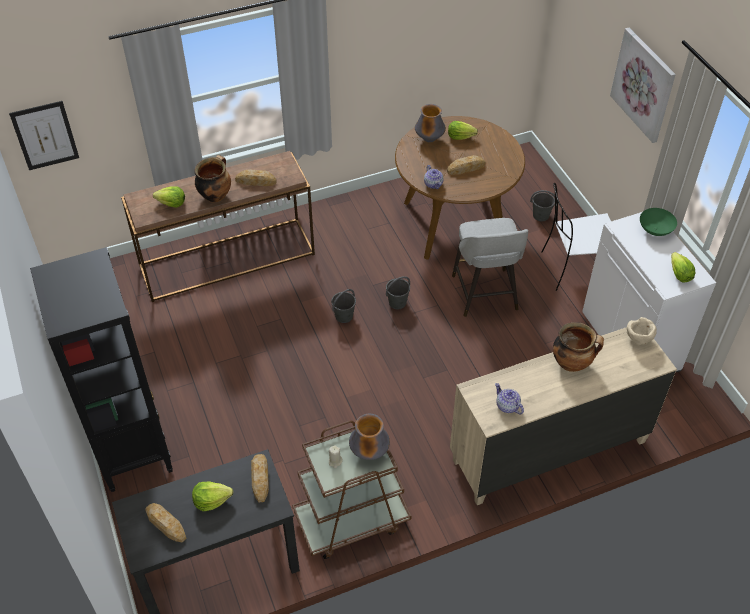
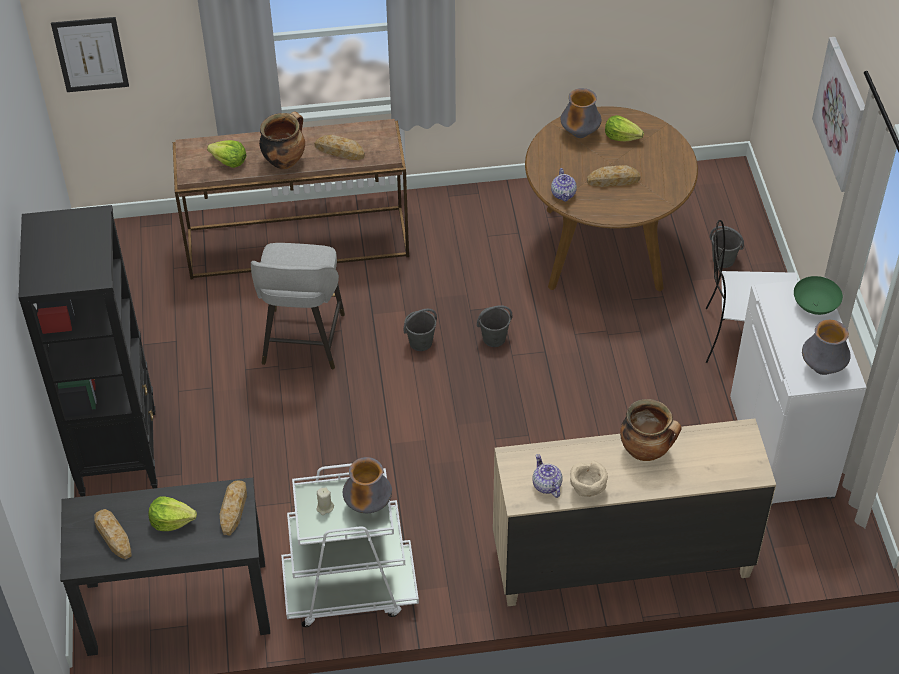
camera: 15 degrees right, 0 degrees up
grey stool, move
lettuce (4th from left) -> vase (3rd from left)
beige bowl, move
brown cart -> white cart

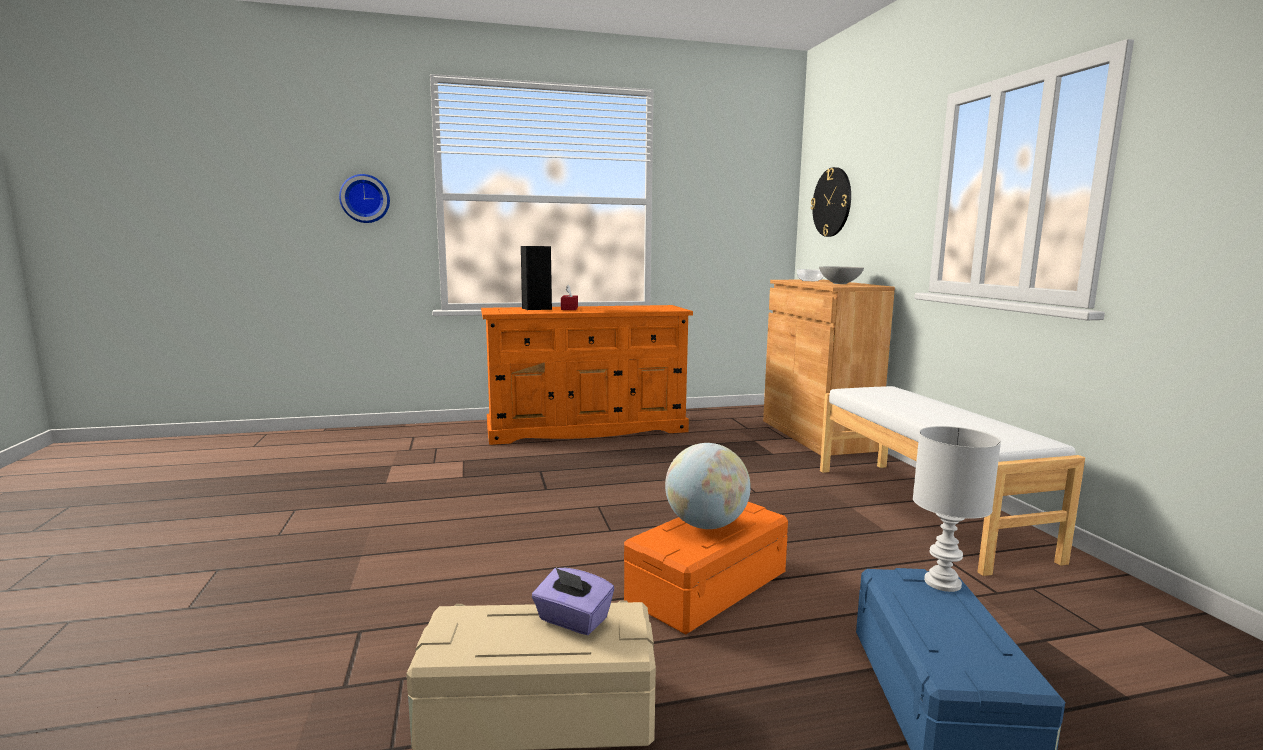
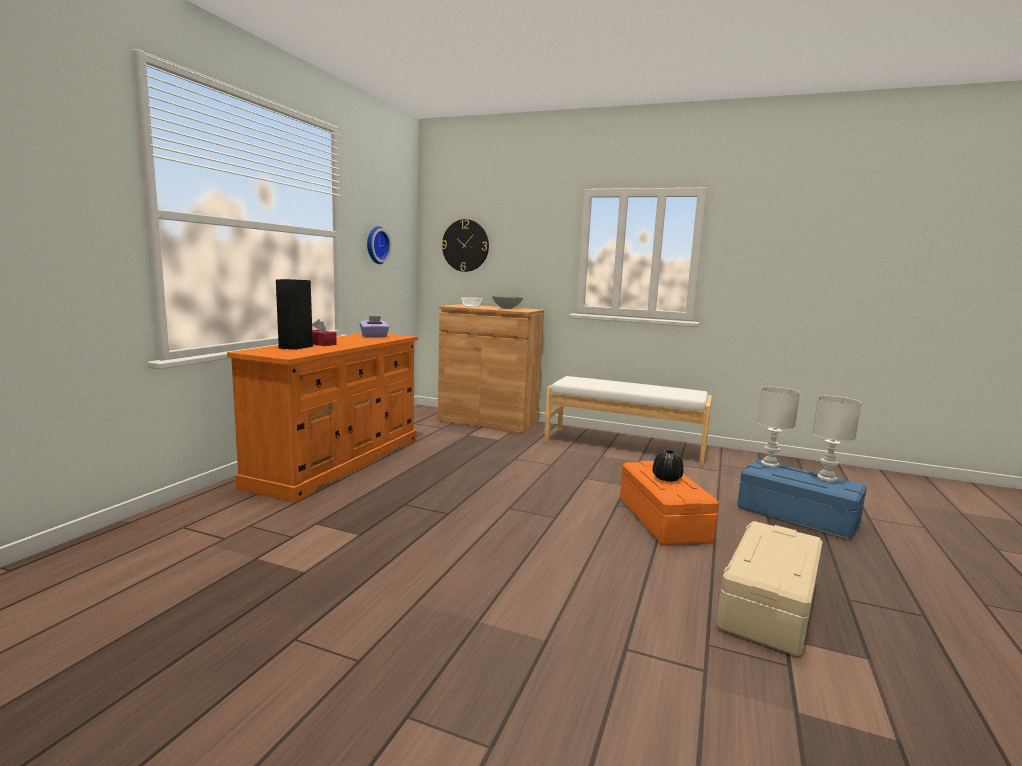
camera: 55 degrees left, 0 degrees up
wall clock (1st from left), move
globe -> black vase
purple tissue box, move
none -> white table lamp (2nd from left)

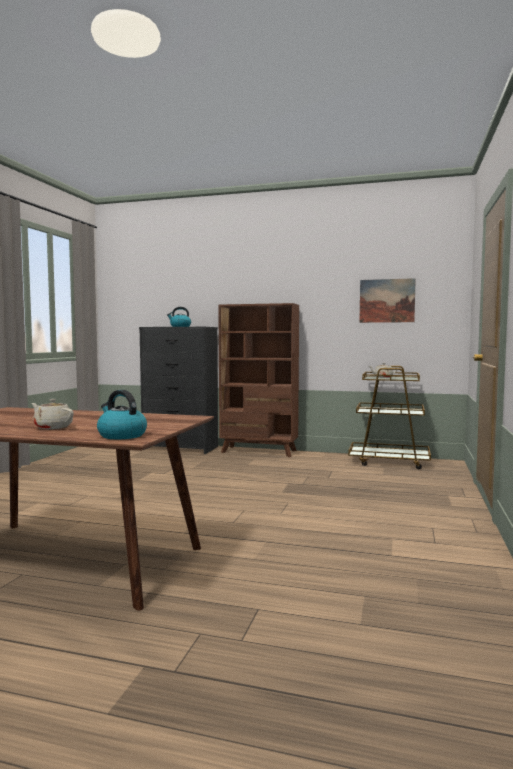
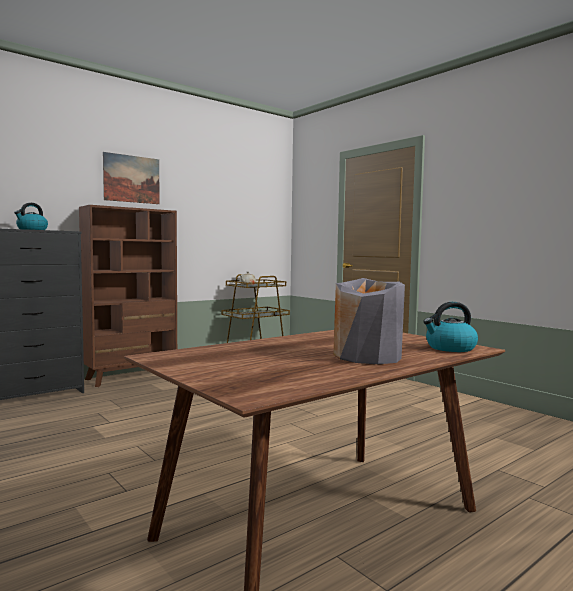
camera: 55 degrees left, 0 degrees up
picture, move
beige teapot (1st from left) -> grey vase

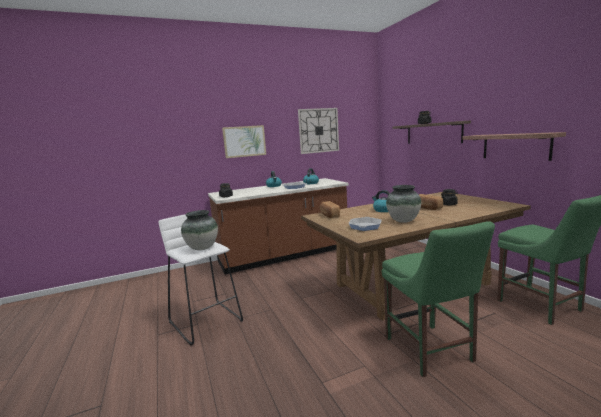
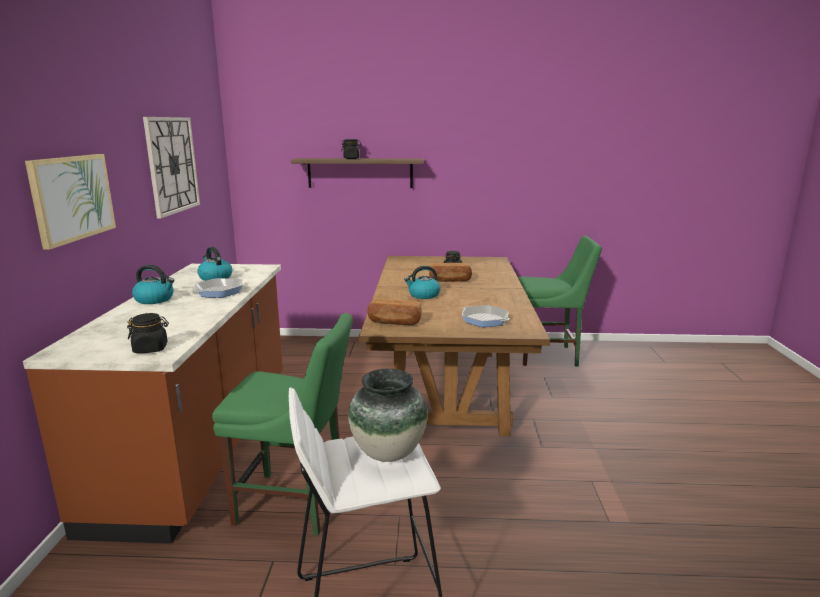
camera: 65 degrees left, 5 degrees up
shelf (2nd from left) -> none
vase (2nd from left) -> none
green chair (1st from left), move

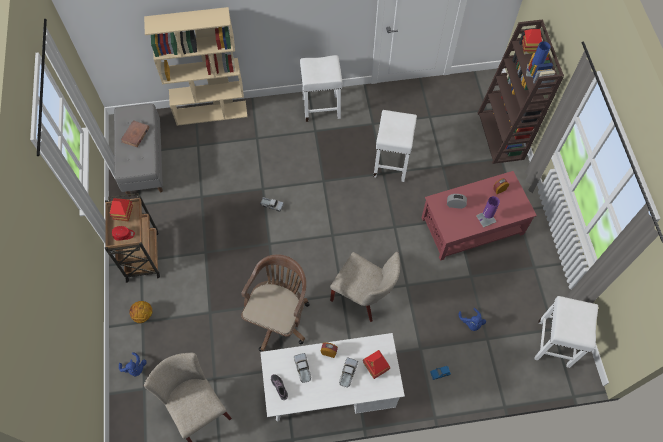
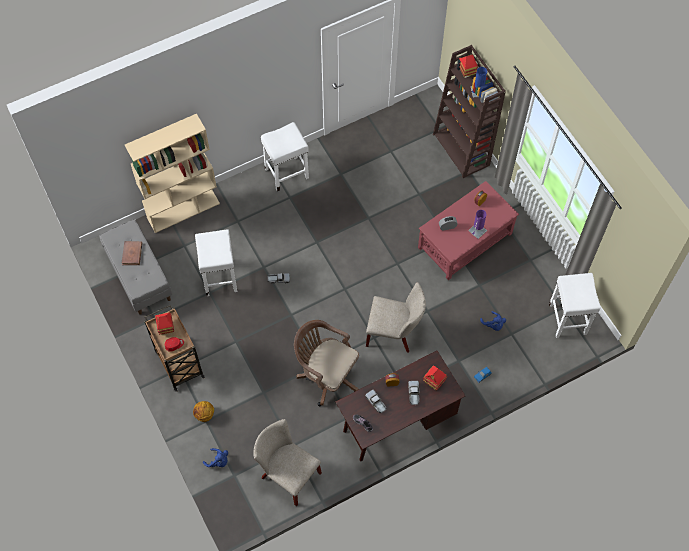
camera: 20 degrees left, 0 degrees up
white stool (2nd from left in the first image) -> white stool (1st from left), move
brown office chair, 60 degrees counterclockwise
white desk -> brown desk

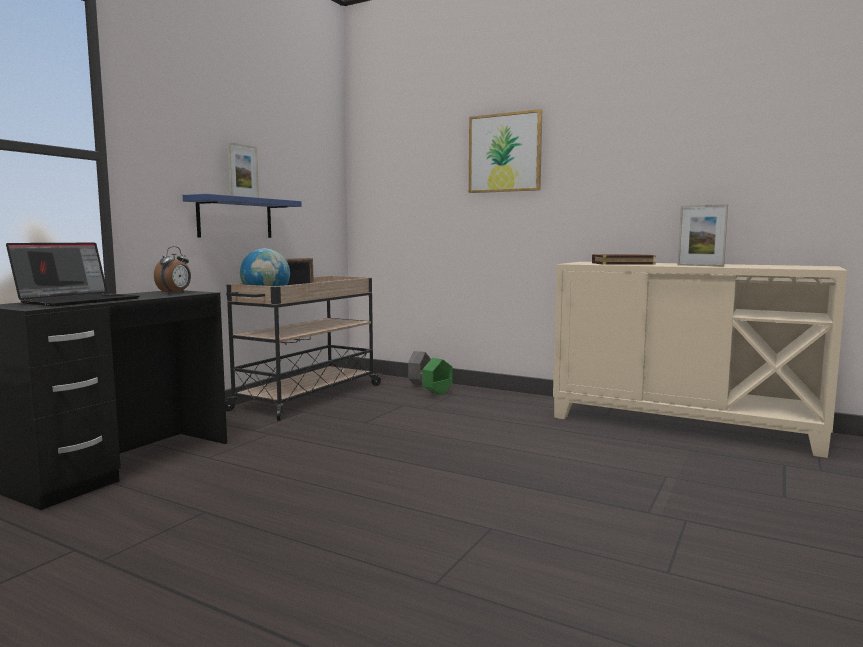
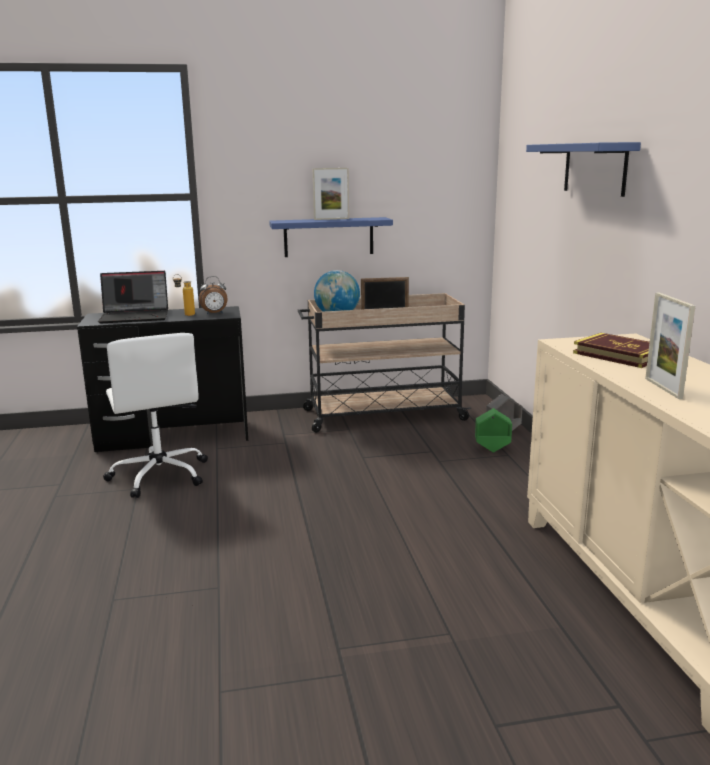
camera: 50 degrees right, 10 degrees up
picture -> blue shelf (2nd from left)
none -> bottle
none -> white office chair

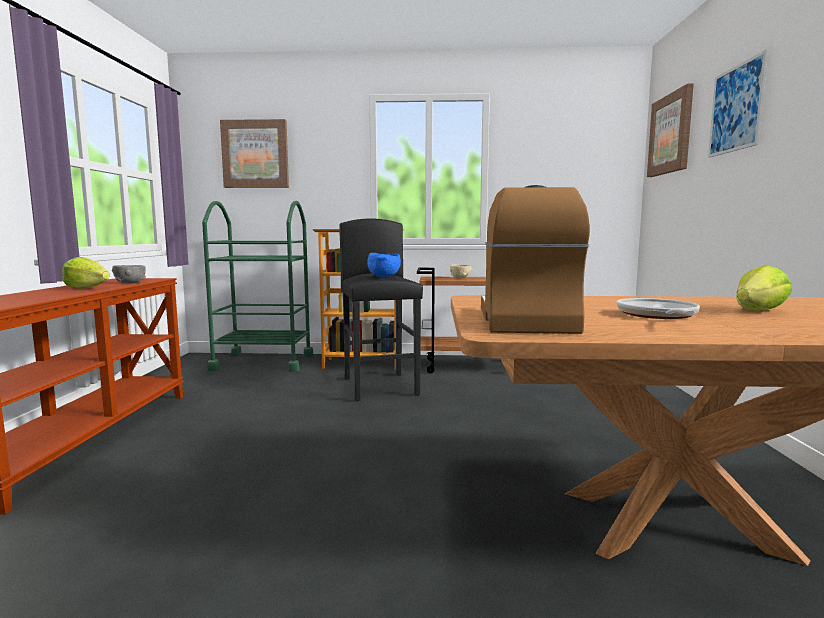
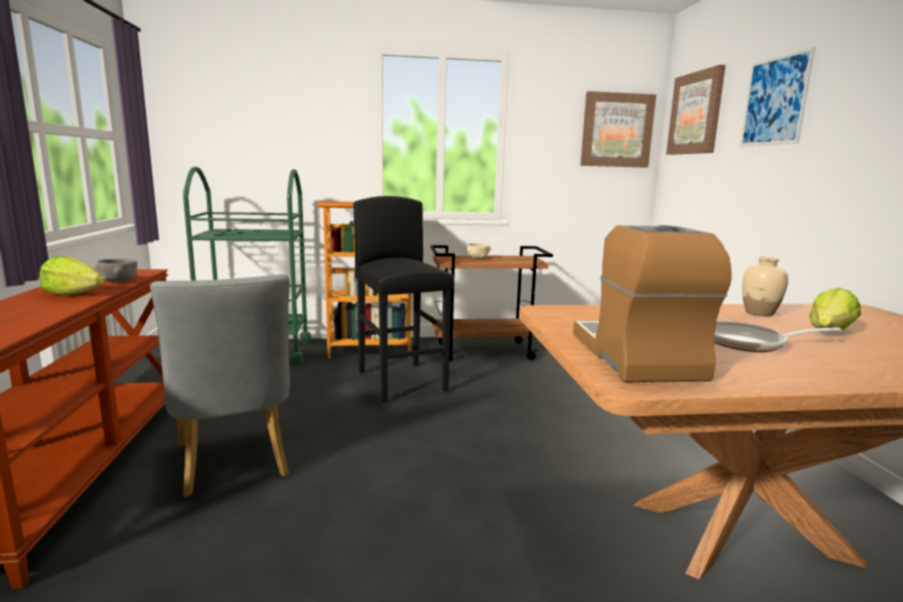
camera: 10 degrees left, 5 degrees up
picture (1st from left), move
blue bowl -> none
frying pan, 90 degrees counterclockwise
none -> beige vase
none -> grey chair

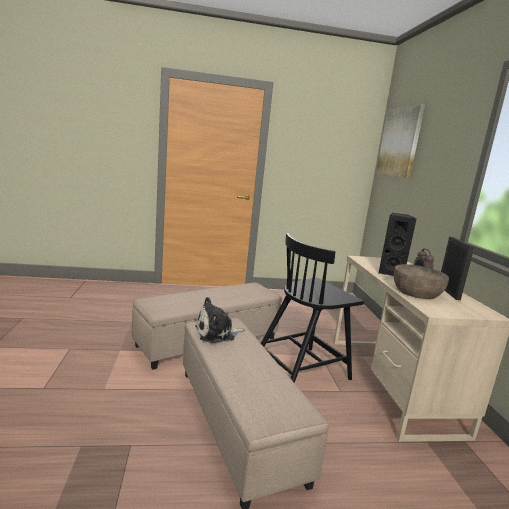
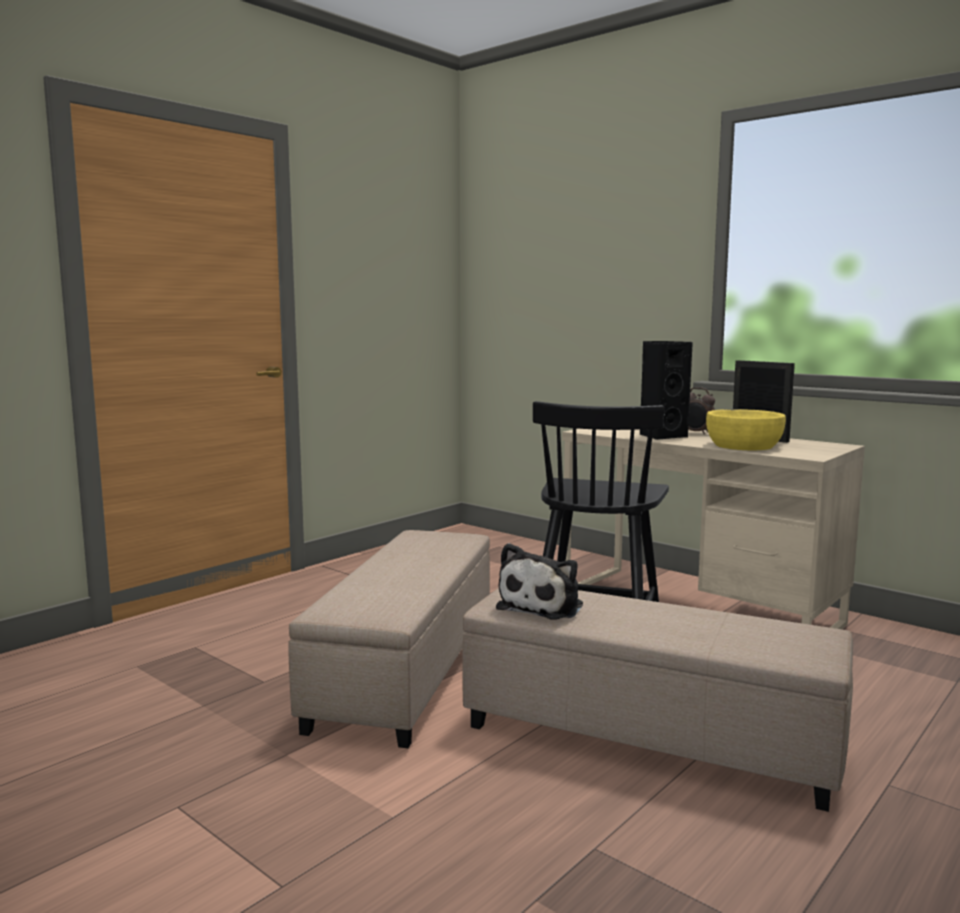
camera: 40 degrees left, 5 degrees down
picture -> none
brown bowl -> yellow bowl

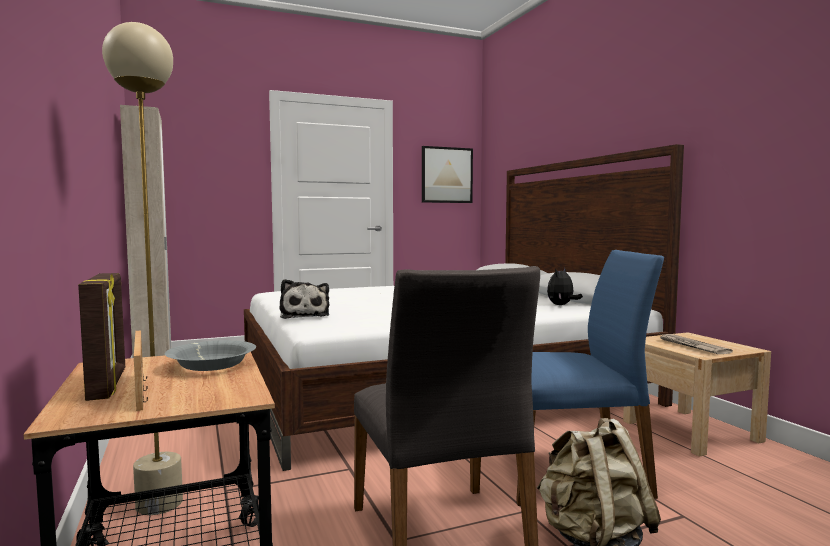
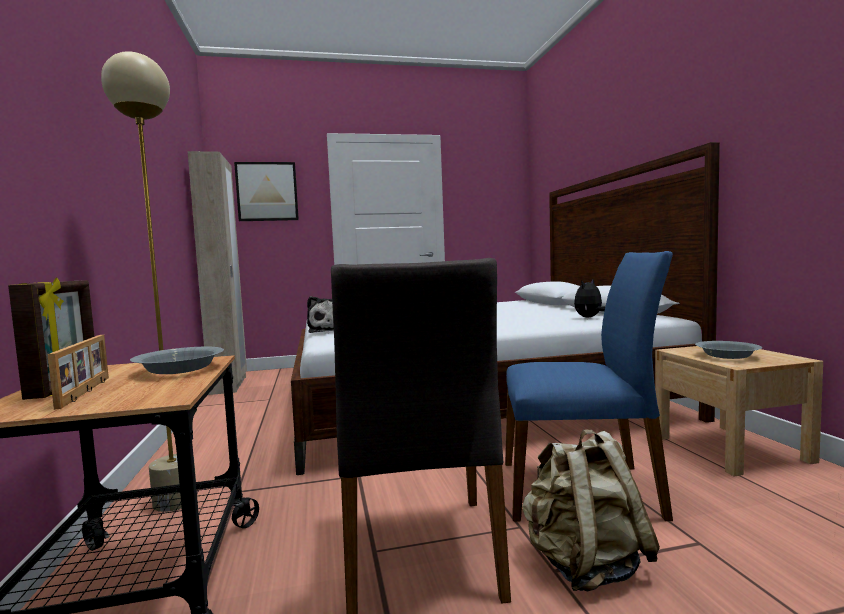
camera: 10 degrees right, 0 degrees up
picture, move
newspaper -> grey bowl (2nd from left)

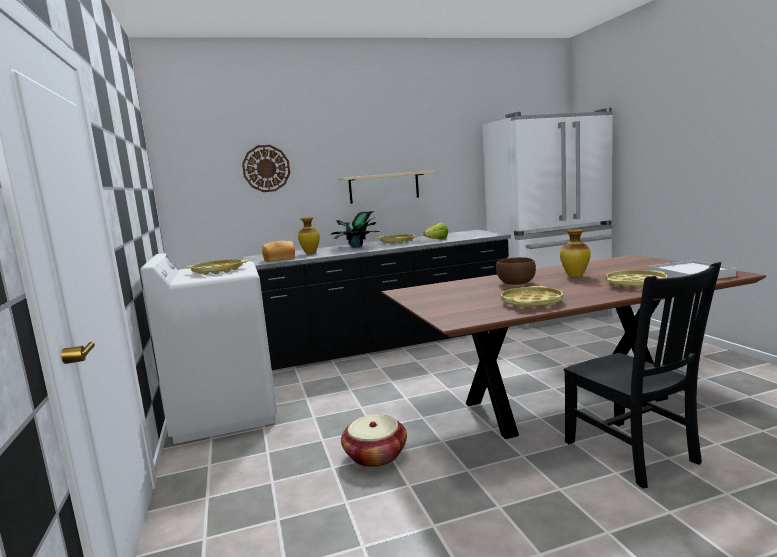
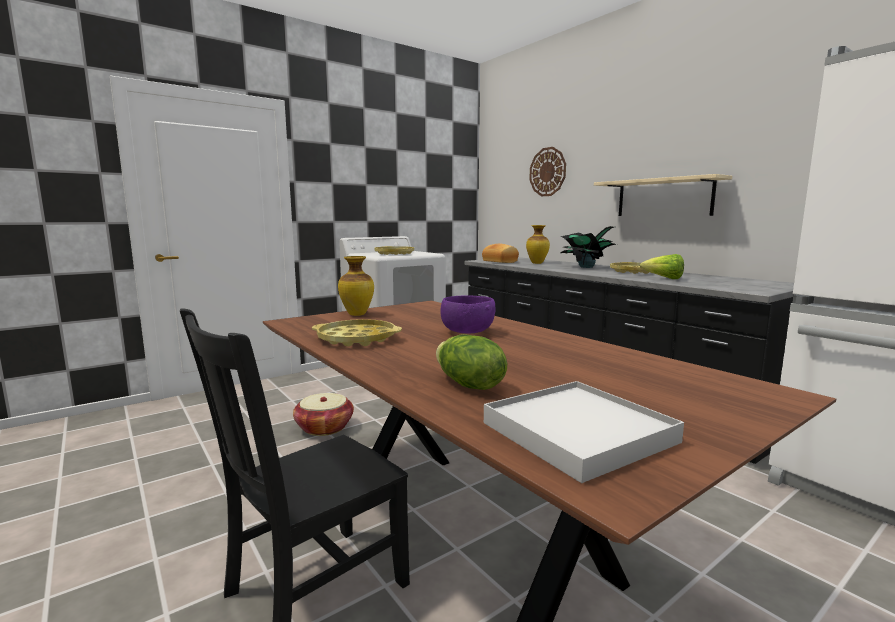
camera: 70 degrees right, 0 degrees up
vase (2nd from left in the first image) -> vase (1st from left), move
brown bowl -> purple bowl
yellow tray (4th from left) -> lettuce (1st from left)

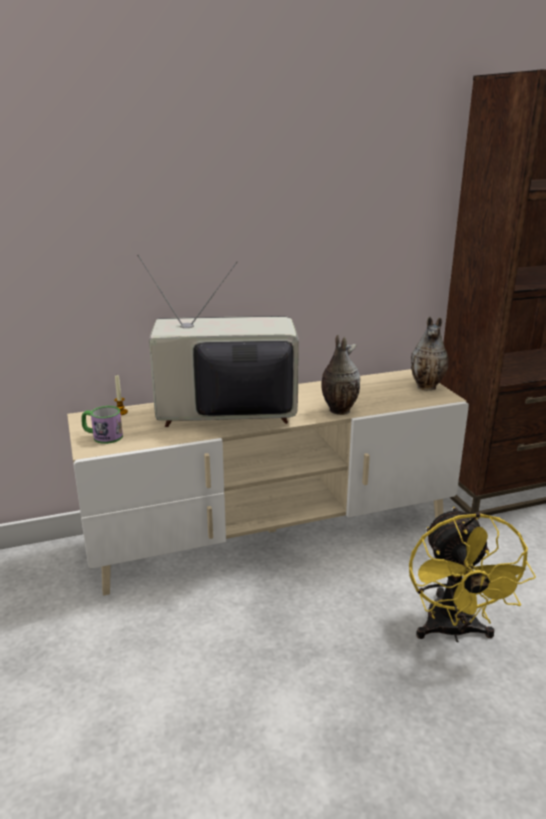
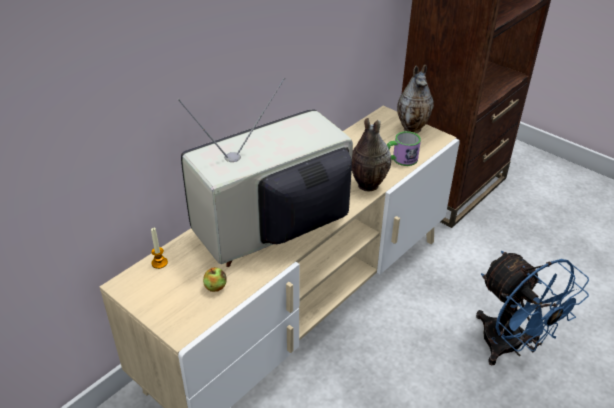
camera: 30 degrees left, 15 degrees up
mug, move
yellow fan -> blue fan
none -> apple

